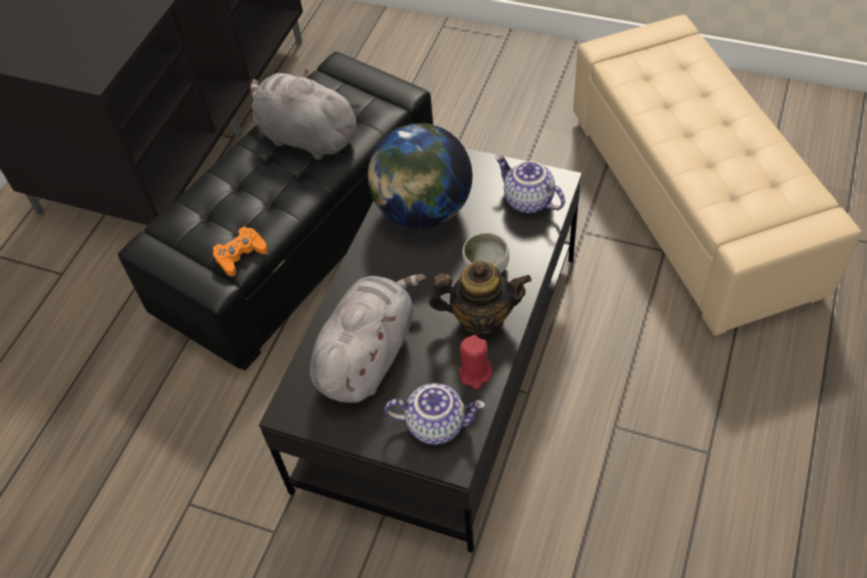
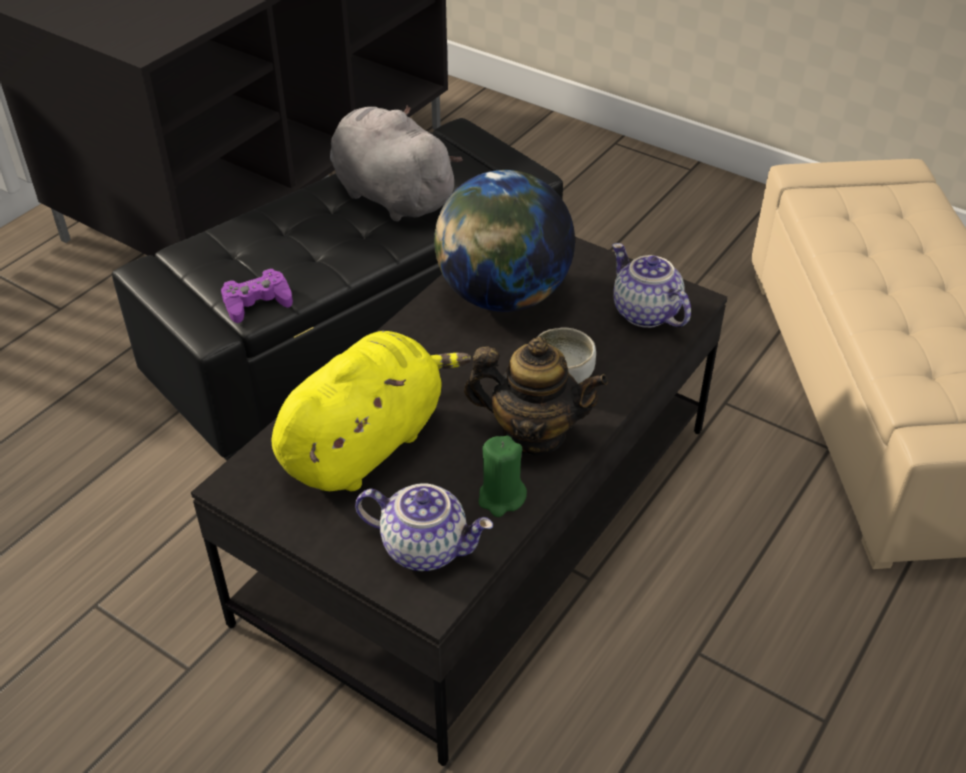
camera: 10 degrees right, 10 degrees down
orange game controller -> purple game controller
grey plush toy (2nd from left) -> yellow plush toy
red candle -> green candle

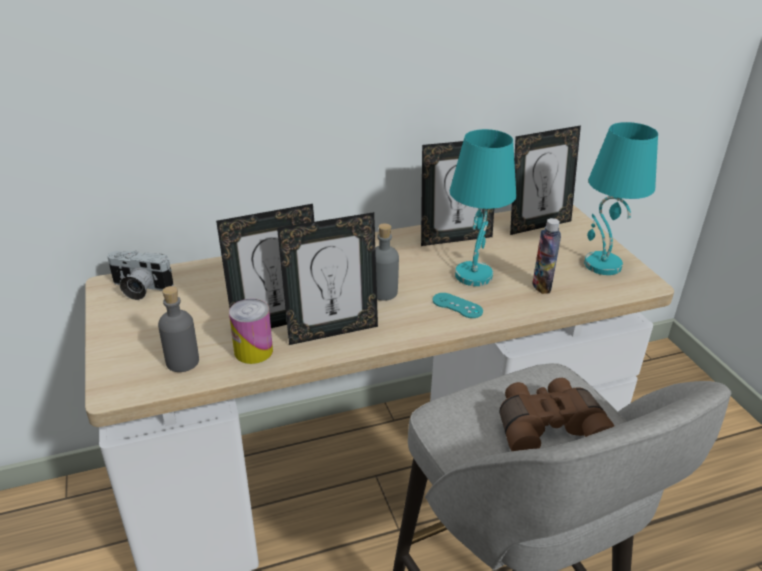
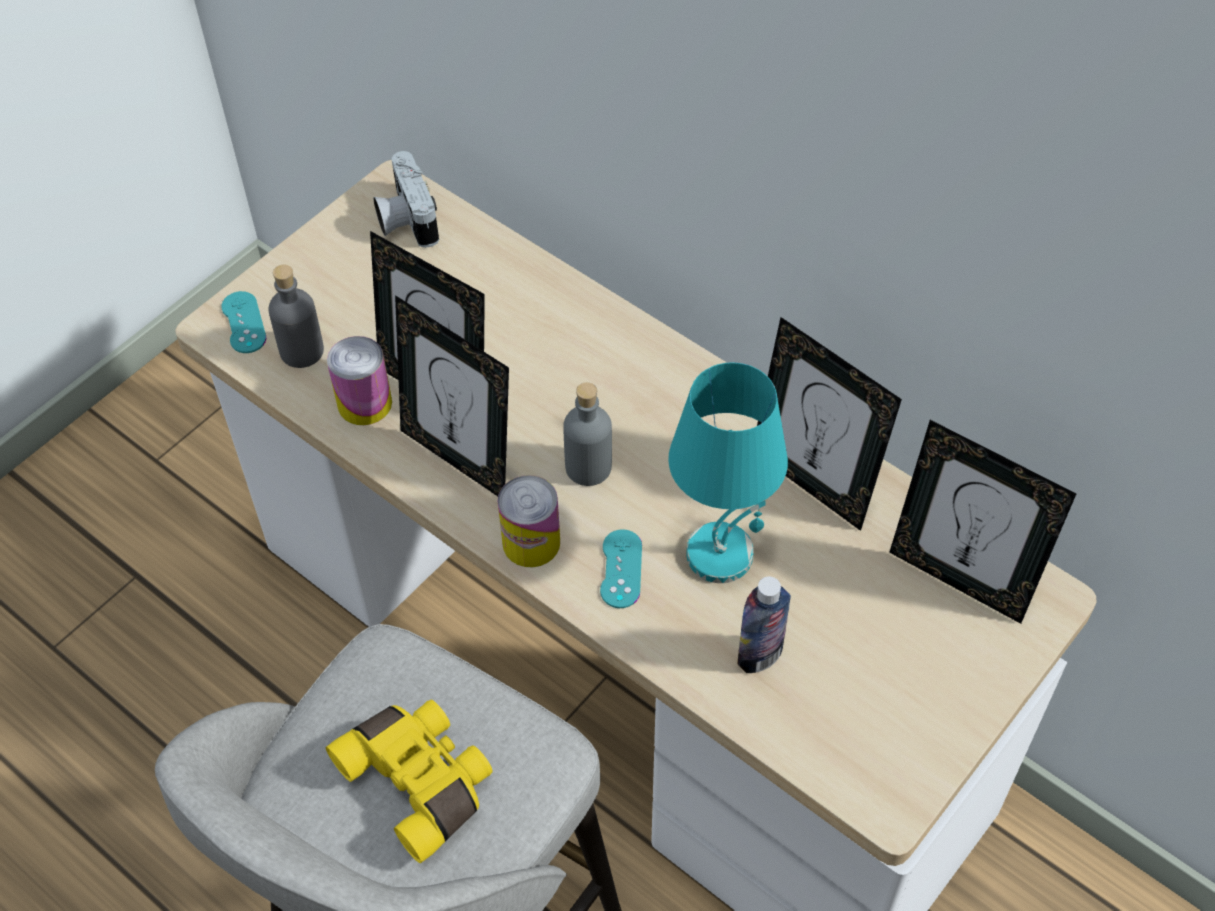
camera: 60 degrees right, 20 degrees up
turquoise table lamp (2nd from left) -> none
brown binoculars -> yellow binoculars
none -> turquoise game controller (1st from left)
none -> can (2nd from left)

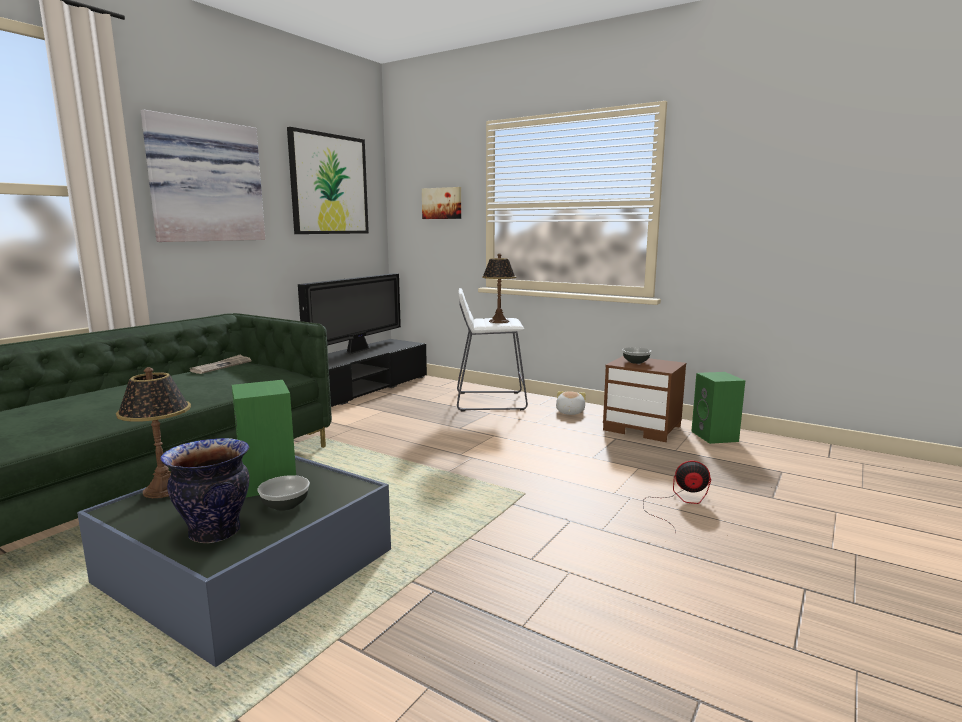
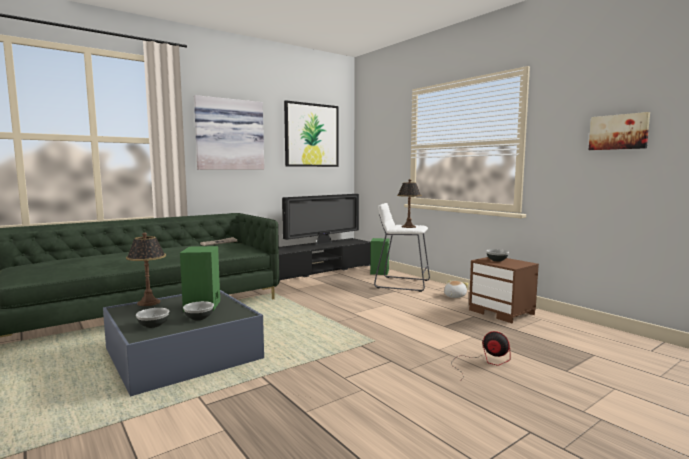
camera: 20 degrees right, 5 degrees down
picture (3rd from left), move
green speaker (2nd from left), move
vase -> bowl (1st from left)

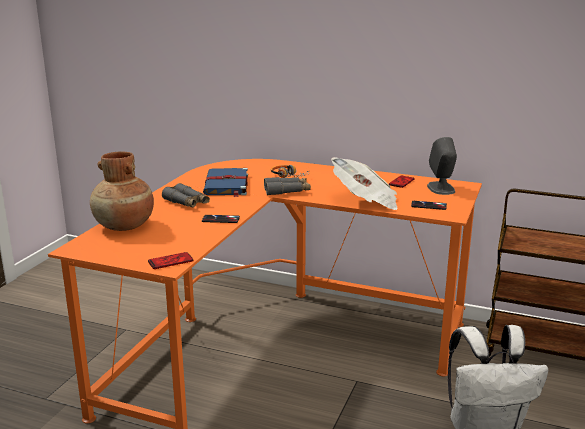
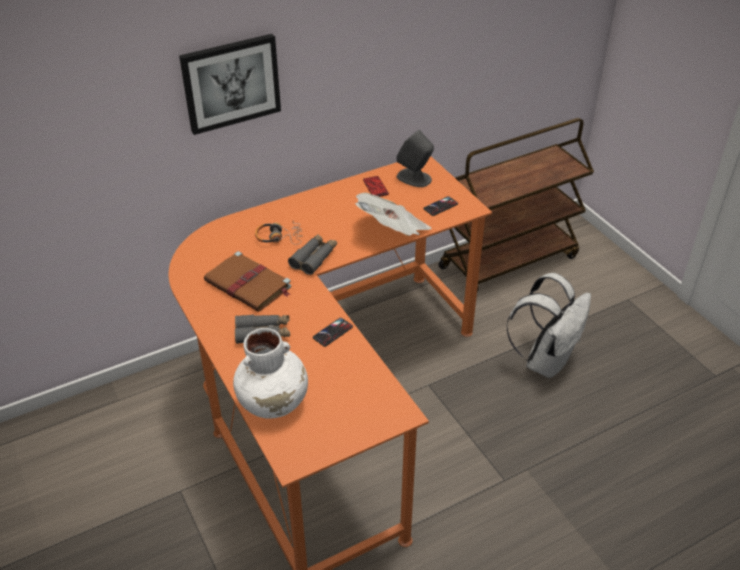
camera: 50 degrees left, 20 degrees up
brown vase -> white vase
blue book -> brown book
phone (1st from left) -> none
none -> picture

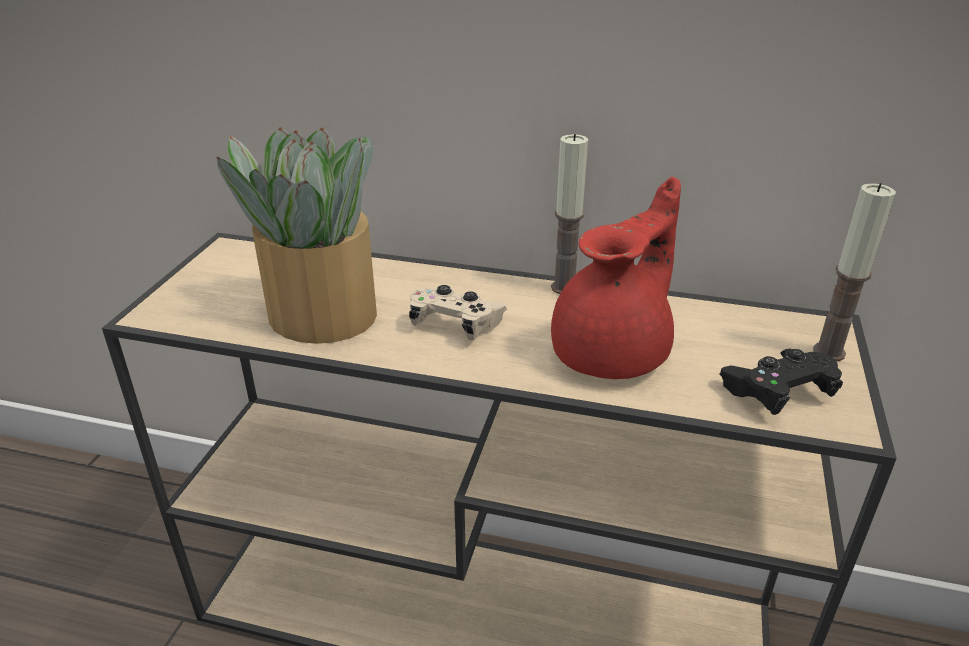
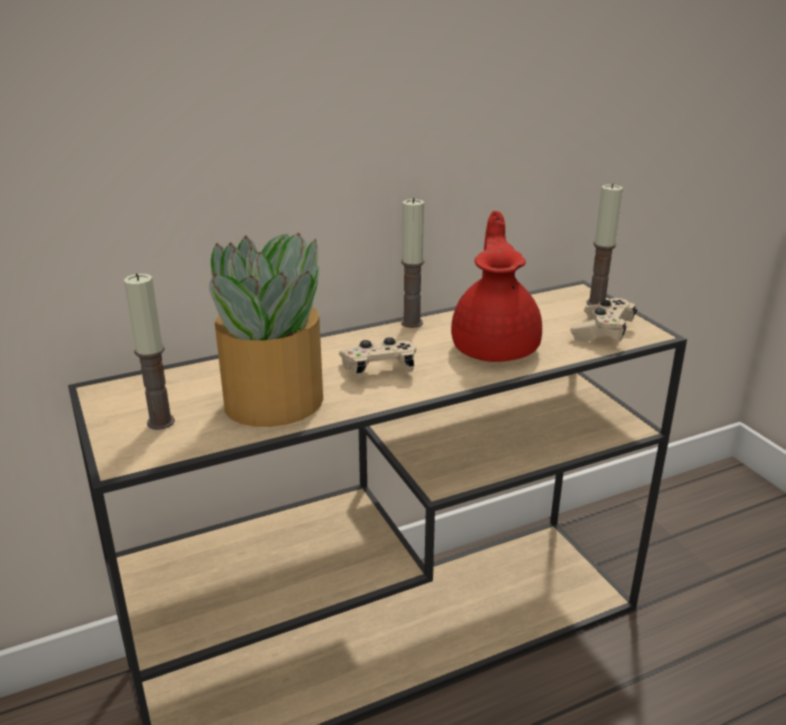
camera: 40 degrees left, 5 degrees down
black game controller -> beige game controller (2nd from left)
none -> candle (1st from left)

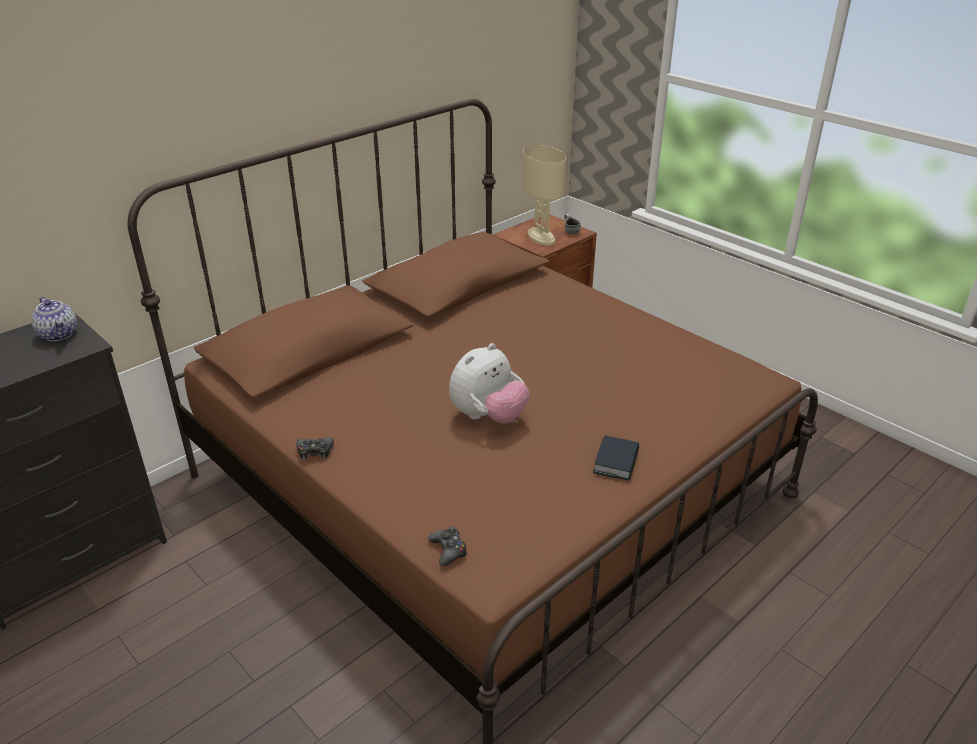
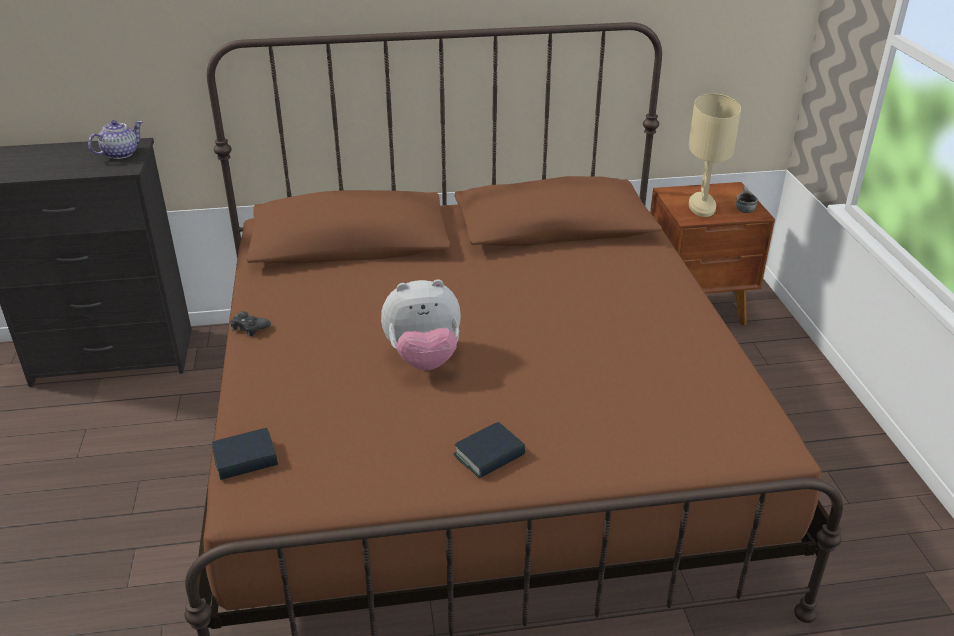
camera: 35 degrees right, 0 degrees up
teapot, 135 degrees counterclockwise
black game controller (2nd from left) -> book (1st from left)

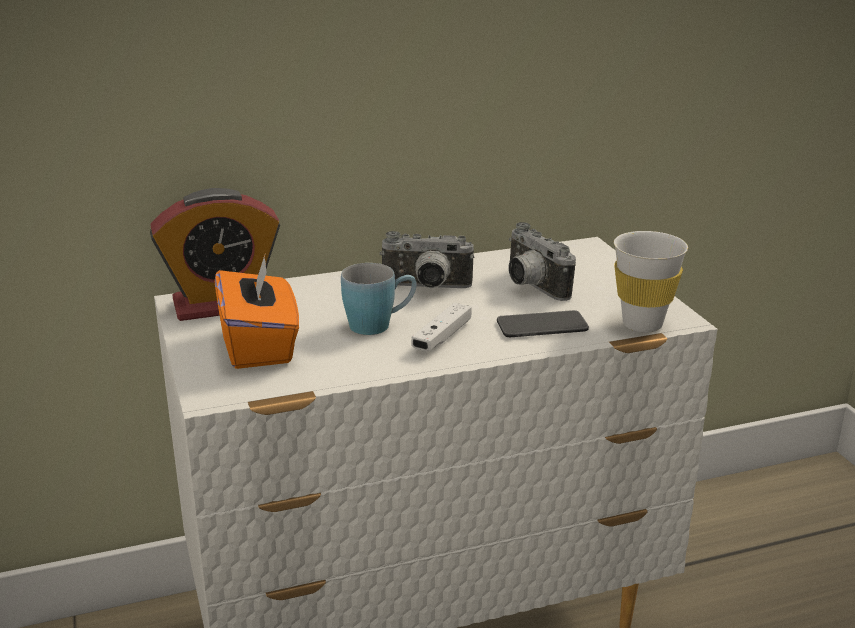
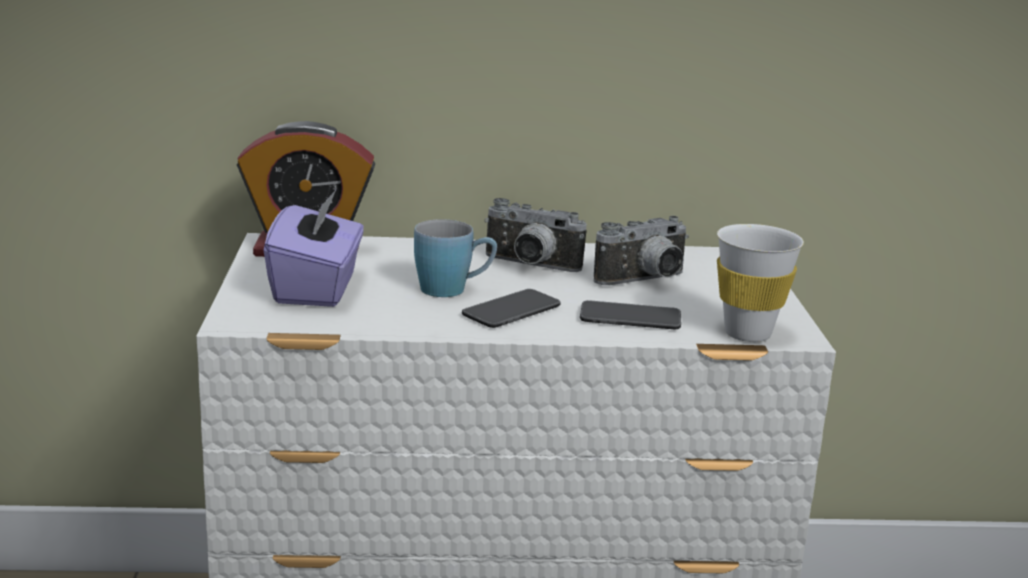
camera: 15 degrees right, 5 degrees down
photo camera (2nd from left), 105 degrees counterclockwise
orange tissue box -> purple tissue box
white game controller -> phone (1st from left)

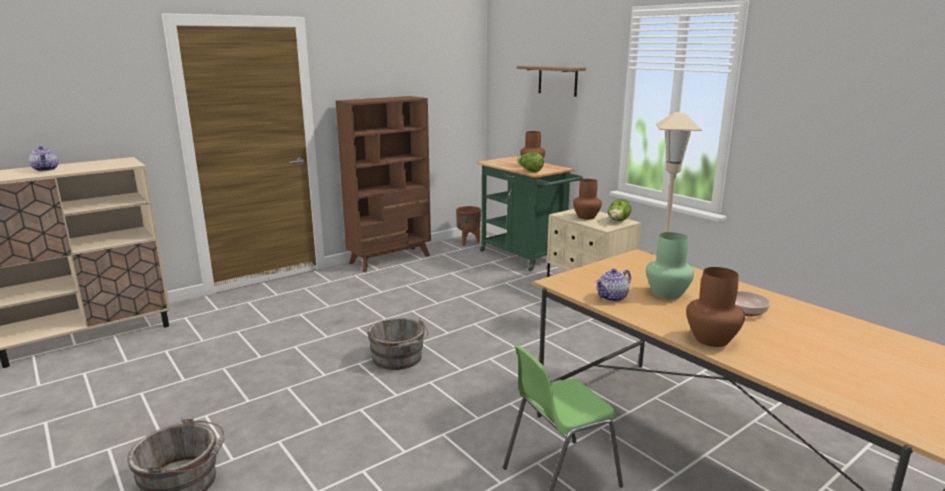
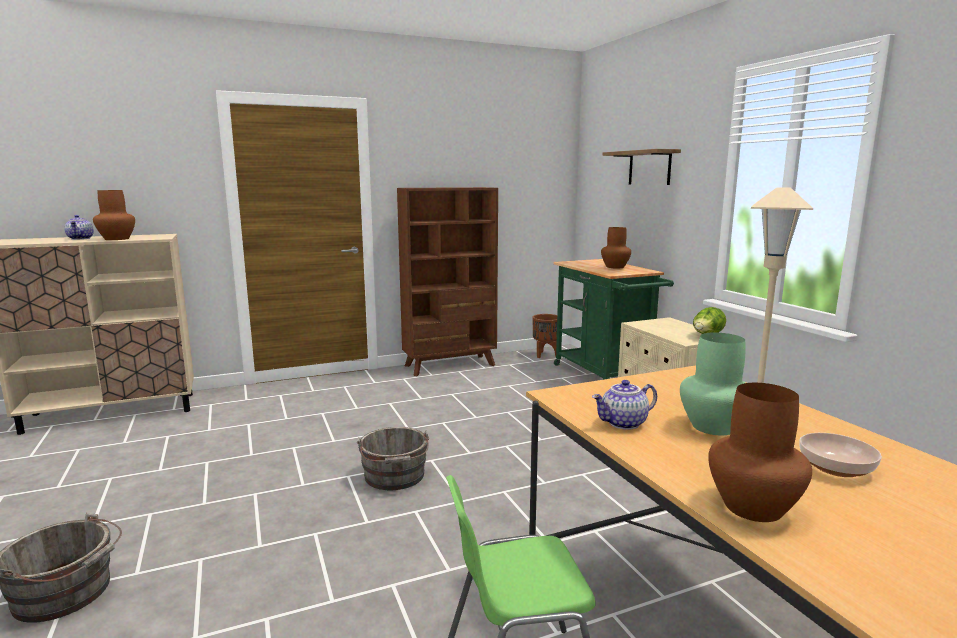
camera: 15 degrees right, 5 degrees down
lettuce (1st from left) -> none
brown vase (2nd from left in the first image) -> brown vase (1st from left), move

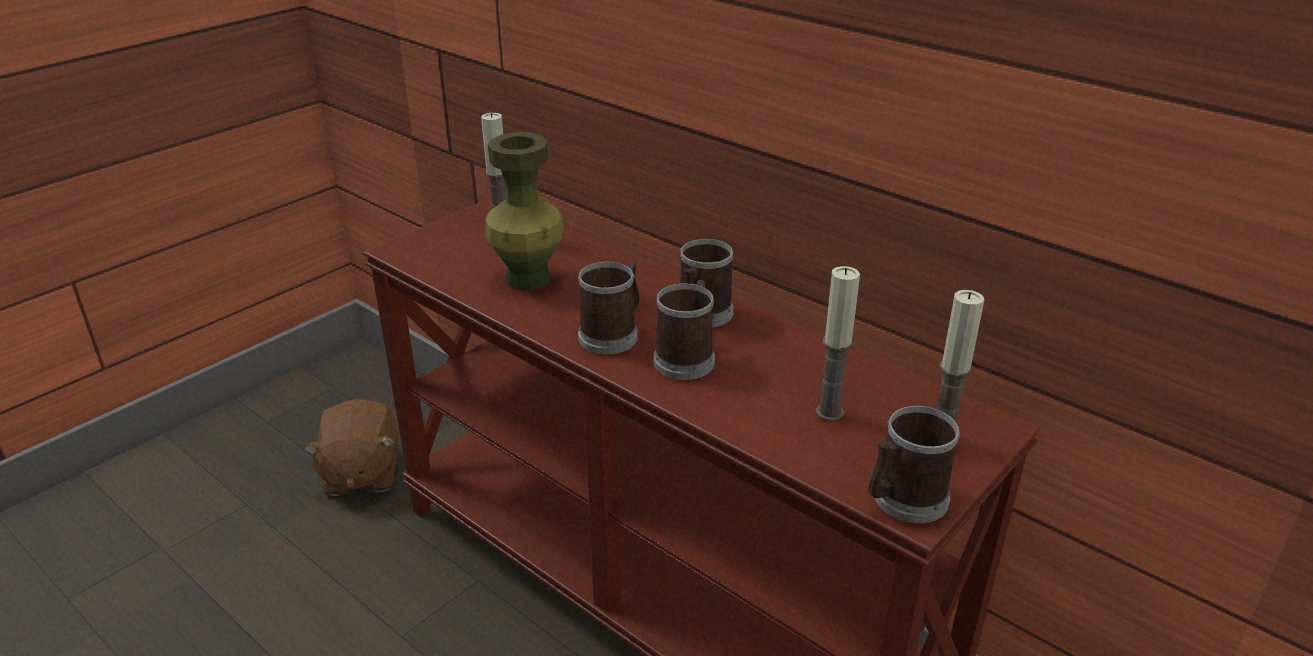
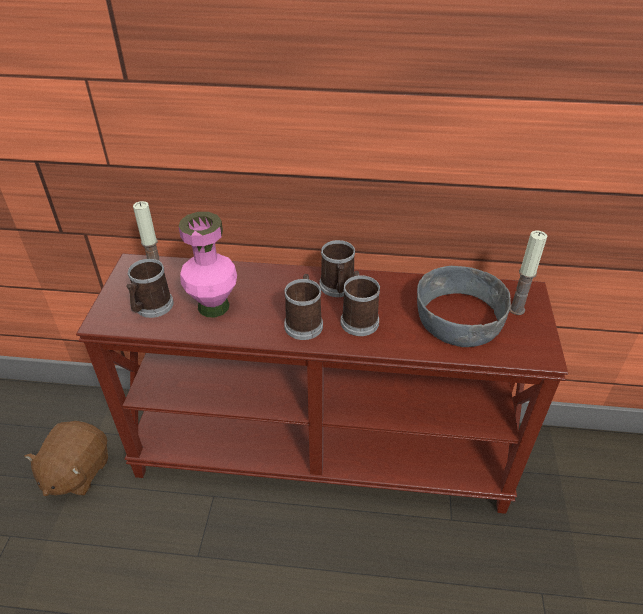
camera: 35 degrees left, 10 degrees up
green vase -> pink vase
candle (2nd from left) -> grey bowl
brown plush toy, 60 degrees clockwise
mug (4th from left in the first image) -> mug (1st from left), move

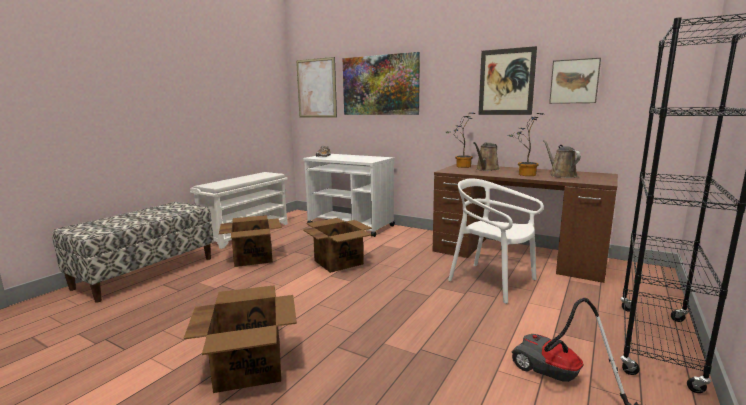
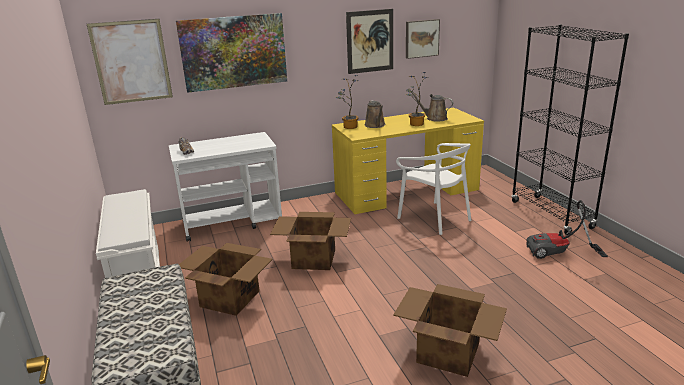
camera: 50 degrees left, 10 degrees up
brown desk -> yellow desk
white chair, 120 degrees counterclockwise

